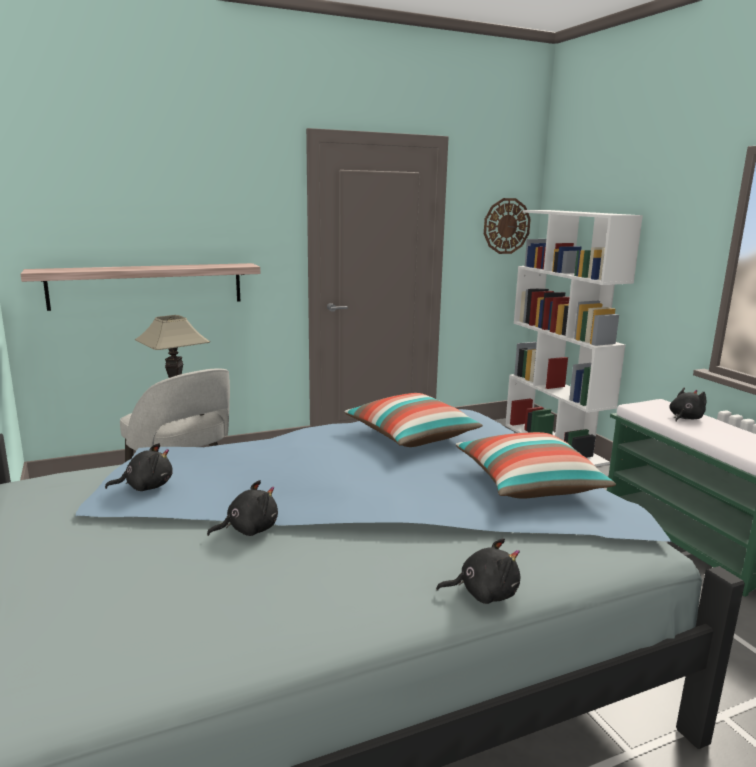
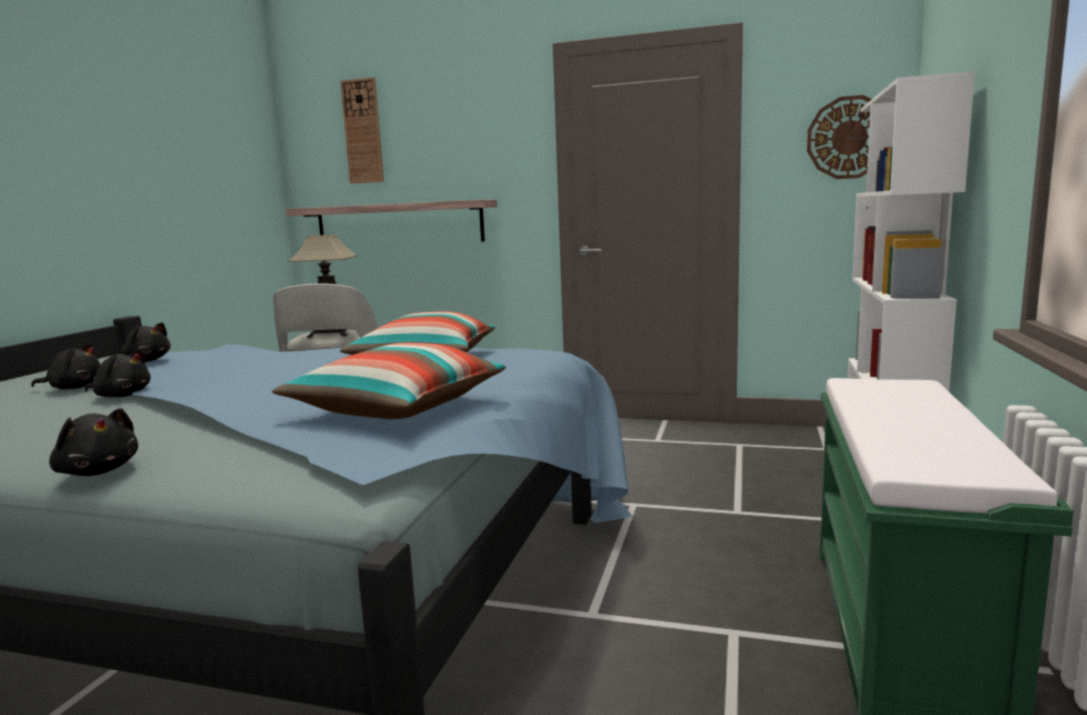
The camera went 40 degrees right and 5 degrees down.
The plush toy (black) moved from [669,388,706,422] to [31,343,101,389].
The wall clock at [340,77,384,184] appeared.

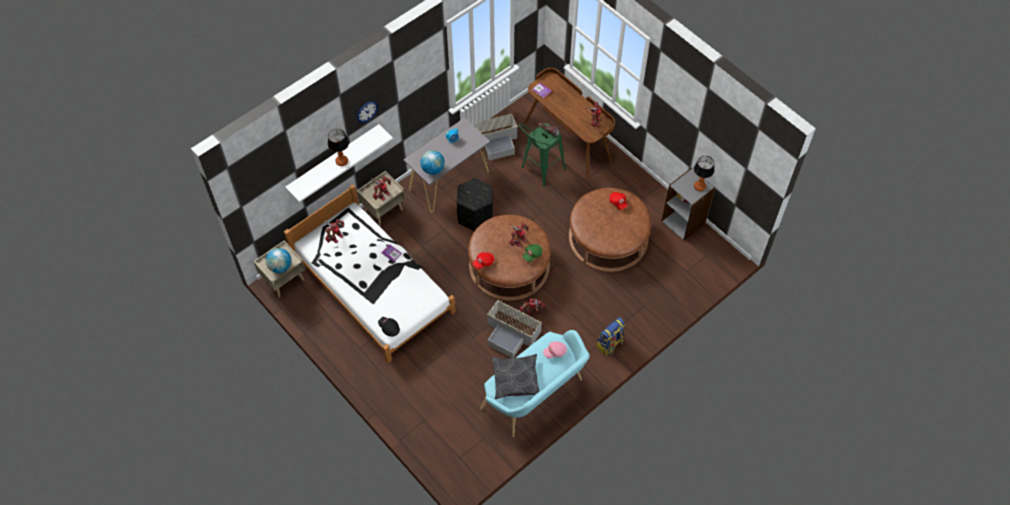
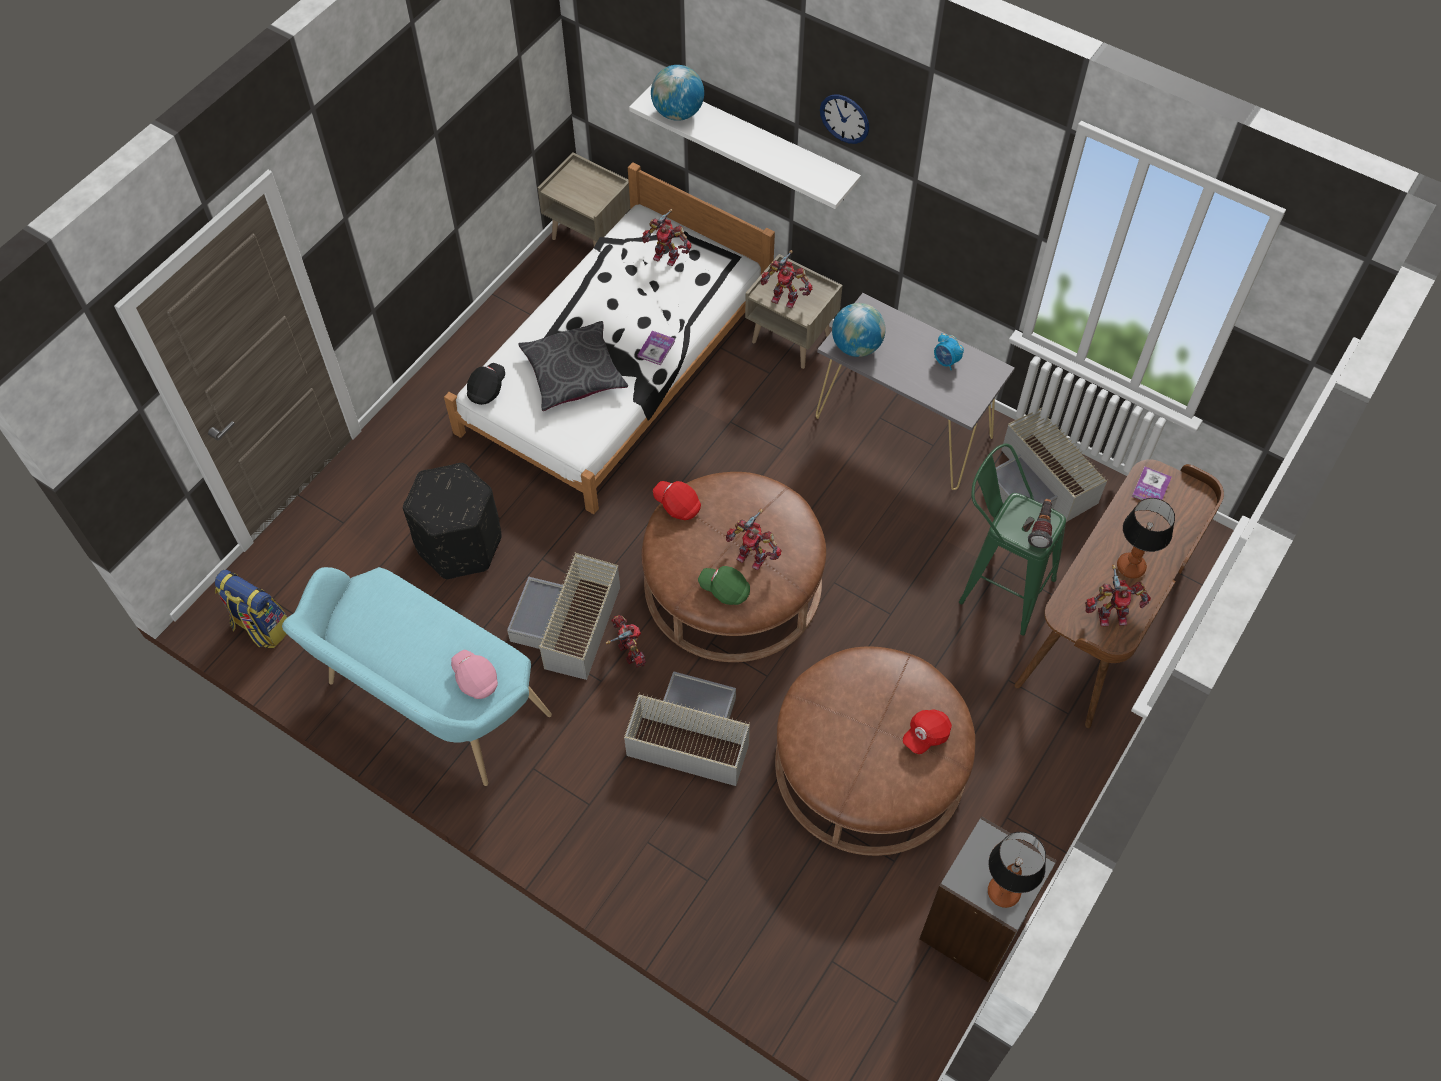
The camera went 75 degrees right and 0 degrees up.
The table lamp moved from [328,129,349,166] to [1117,498,1175,578].
The ottoman (black) moved from [457,178,493,231] to [403,463,501,579].
The globe moved from [266,248,291,273] to [651,65,704,121].
The backpack moved from [596,317,625,356] to [215,569,288,648].
The pillow (grey) moved from [492,354,540,399] to [518,321,628,411].
The storage box (grey) at [624,671,750,786] appeared.

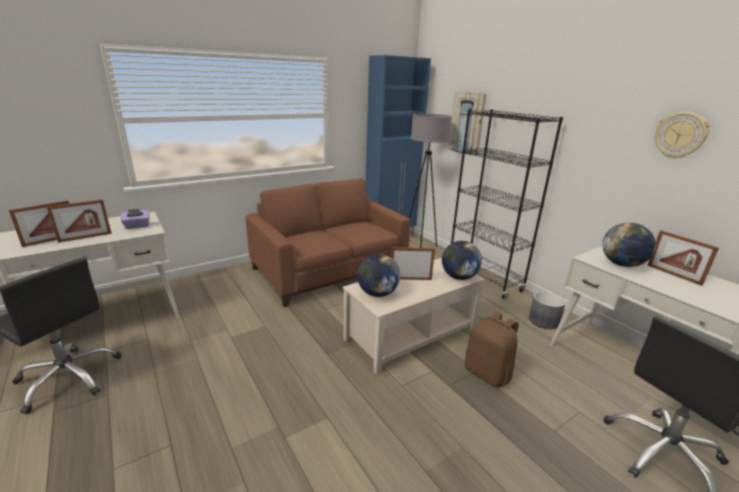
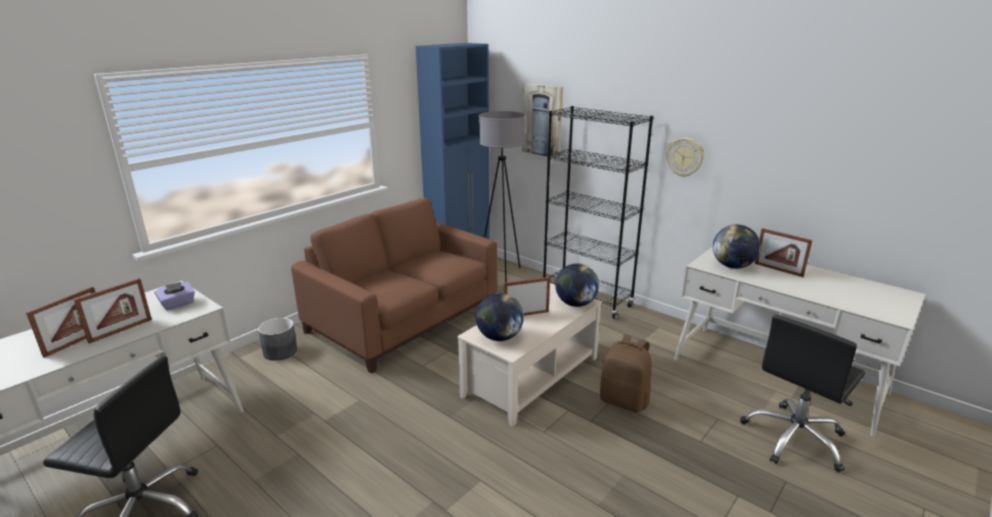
The camera went 15 degrees left and 0 degrees up.
The wall clock moved from [655,112,710,159] to [666,137,704,177].
The planter (grey) moved from [529,291,566,329] to [258,318,297,361].

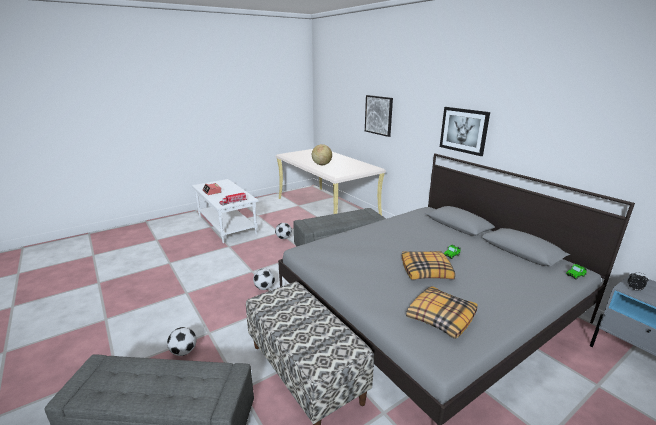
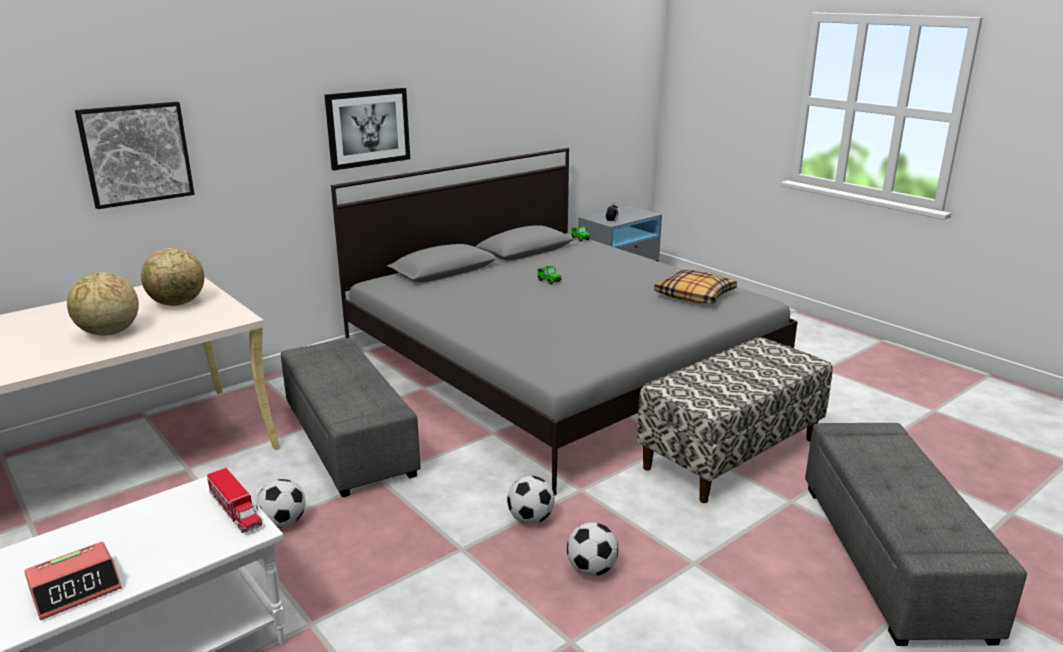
The camera went 95 degrees left and 0 degrees up.
The pillow at [402,251,455,280] disappeared.
The football moved from [167,327,197,356] to [567,522,618,576].
The globe at [141,248,205,306] appeared.

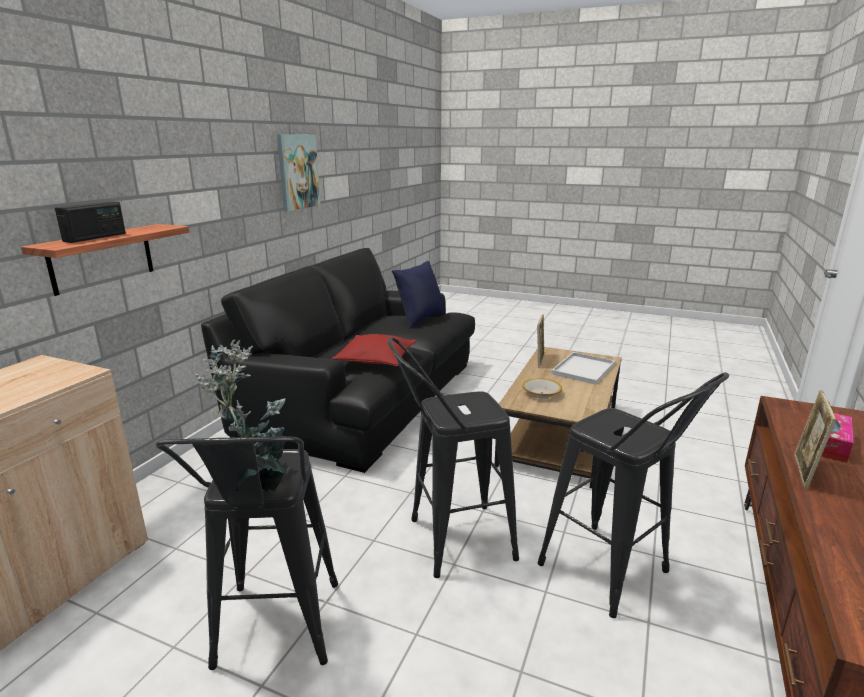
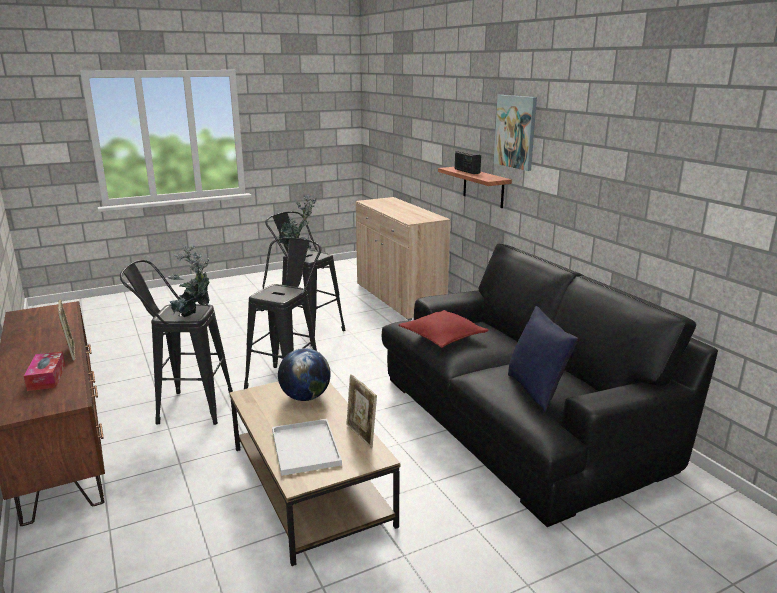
The camera went 130 degrees right and 0 degrees up.
The picture moved from [277,134,320,211] to [494,95,537,171].
The bowl at [522,378,562,398] was replaced by the globe at [278,348,331,401].
The potted plant at [168,244,210,317] appeared.

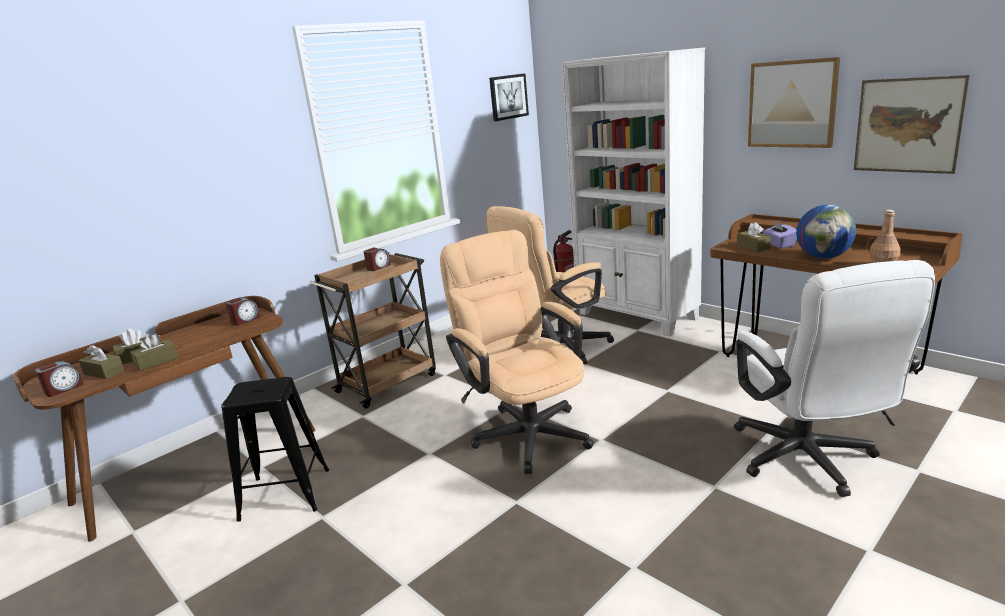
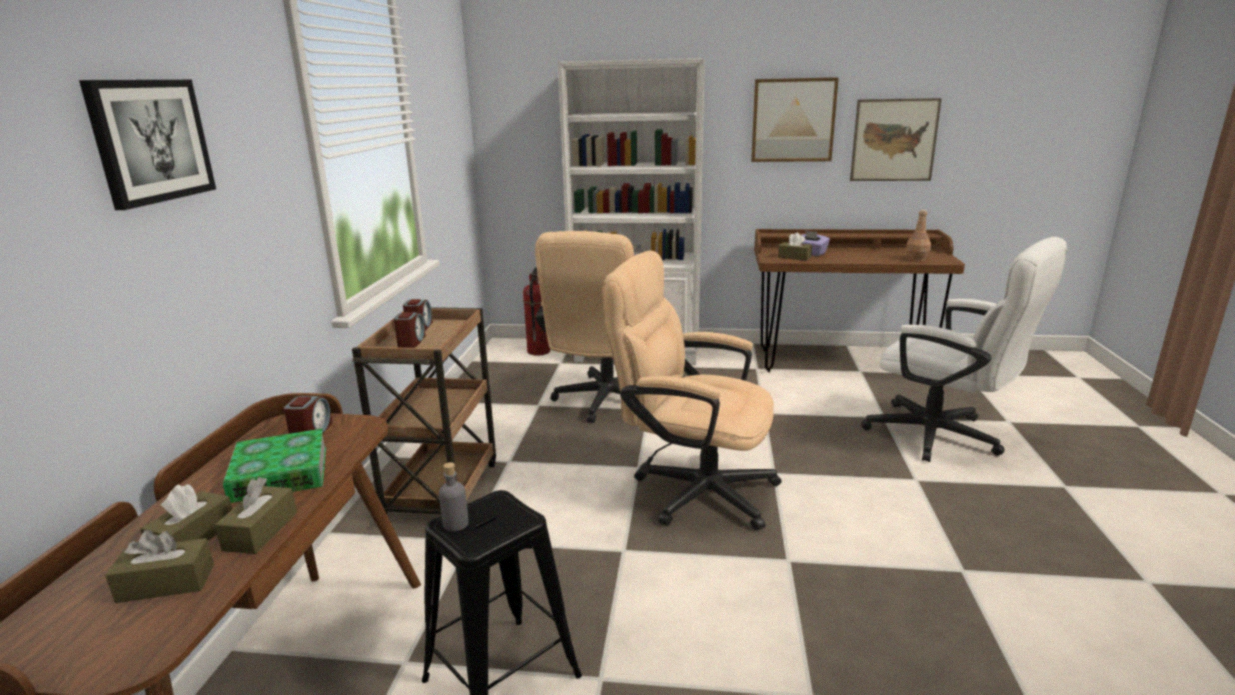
The camera went 40 degrees left and 0 degrees up.
The picture moved from [489,73,529,121] to [79,80,216,210].
The globe at [796,205,856,259] disappeared.
The alarm clock moved from [35,361,84,397] to [394,312,425,348].
The book at [223,428,326,503] appeared.
The bottle (grey) at [439,462,469,531] appeared.

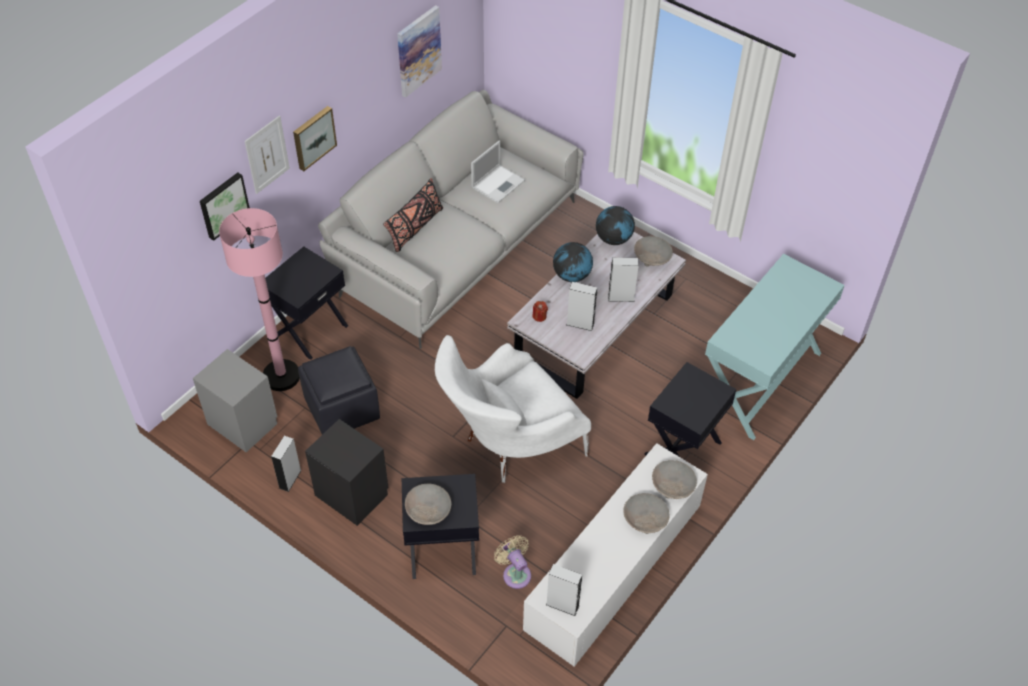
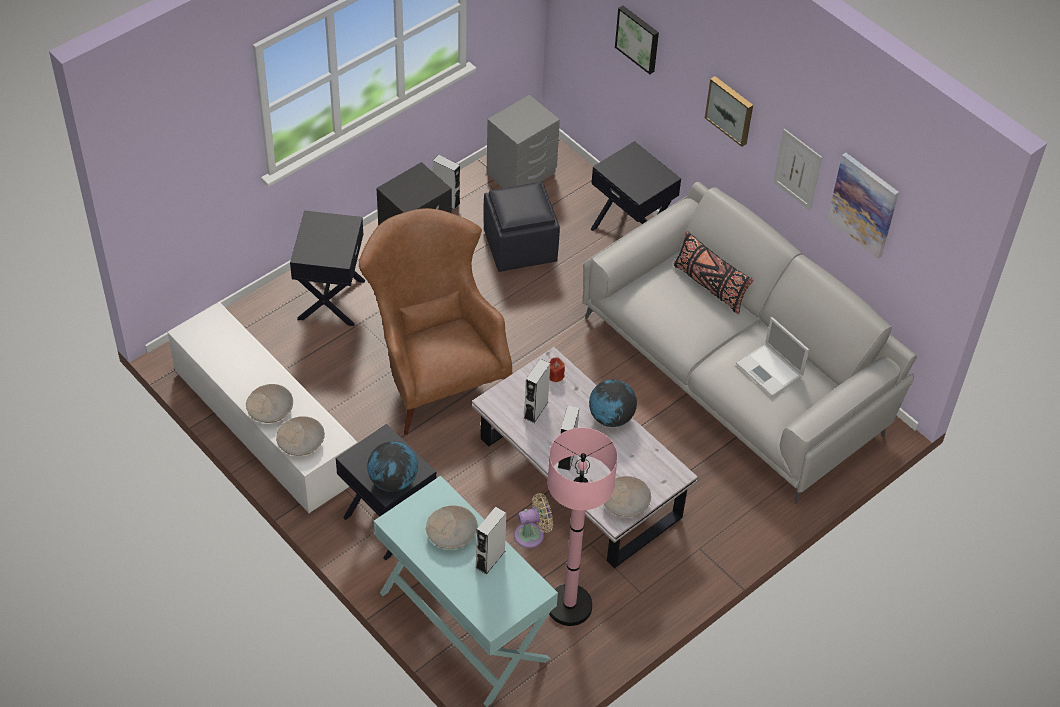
The camera went 100 degrees right and 0 degrees up.
The picture moved from [245,116,290,194] to [773,129,822,211].
The globe moved from [596,206,635,245] to [367,441,418,492].
The floor lamp (pink) moved from [219,208,300,391] to [547,428,618,626].
The armchair (white) at [435,335,591,483] became the armchair (brown) at [359,208,512,435].
The bowl (beige) moved from [405,484,451,525] to [426,505,478,549].
The fan (beige) moved from [494,535,531,589] to [514,493,553,548].
The speaker (grey) moved from [546,564,582,616] to [476,506,506,575].

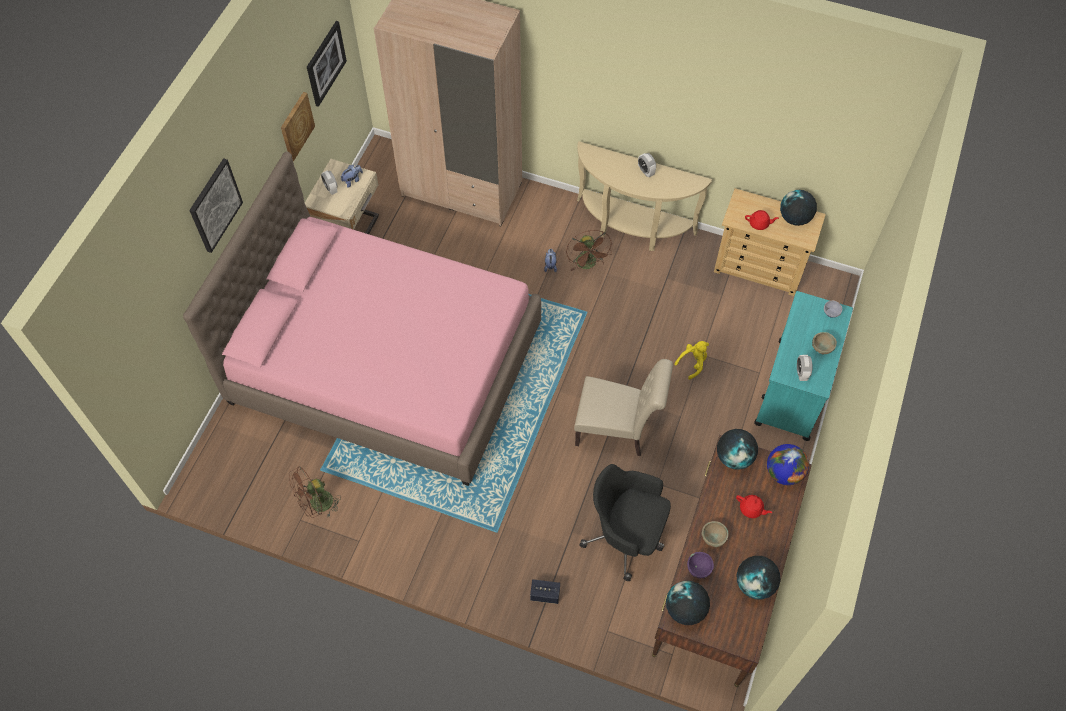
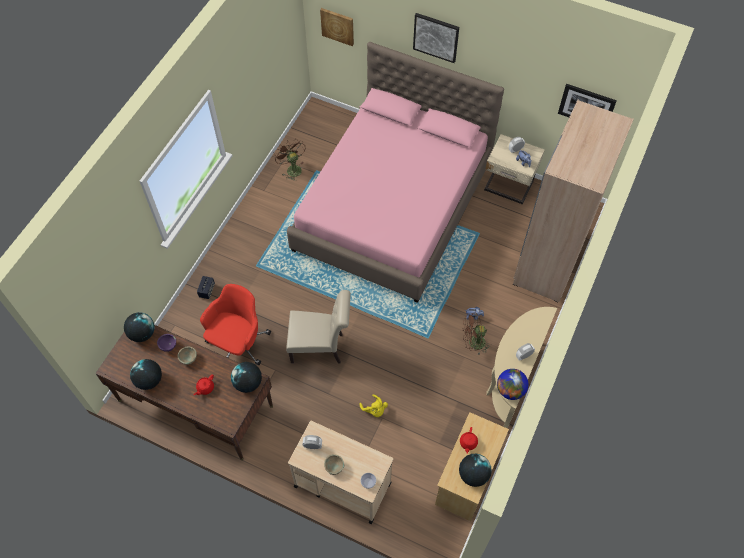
The camera went 95 degrees right and 0 degrees up.
The picture moved from [281,92,315,161] to [320,8,354,46].
The cart (turquoise) at [754,291,853,441] became the cart (beige) at [288,421,393,524].
The chair (beige) at [574,359,673,456] turned 105 degrees counterclockwise.
The globe moved from [767,444,809,485] to [497,369,529,400].
The office chair (black) at [579,464,671,581] became the office chair (red) at [200,284,271,365].

